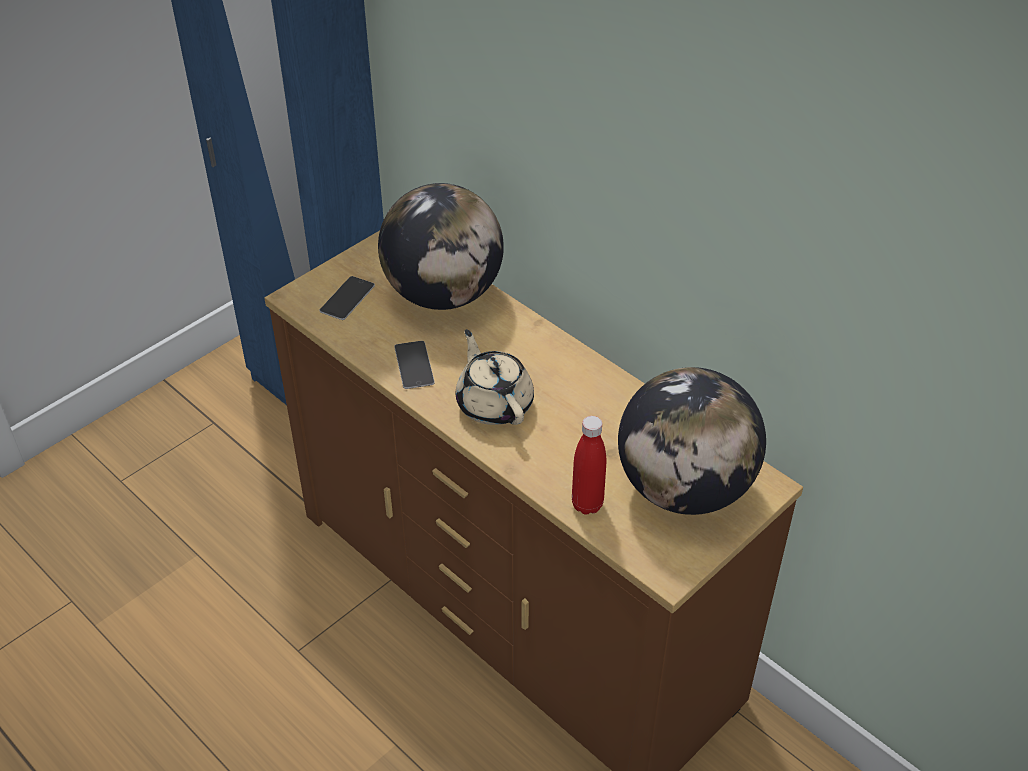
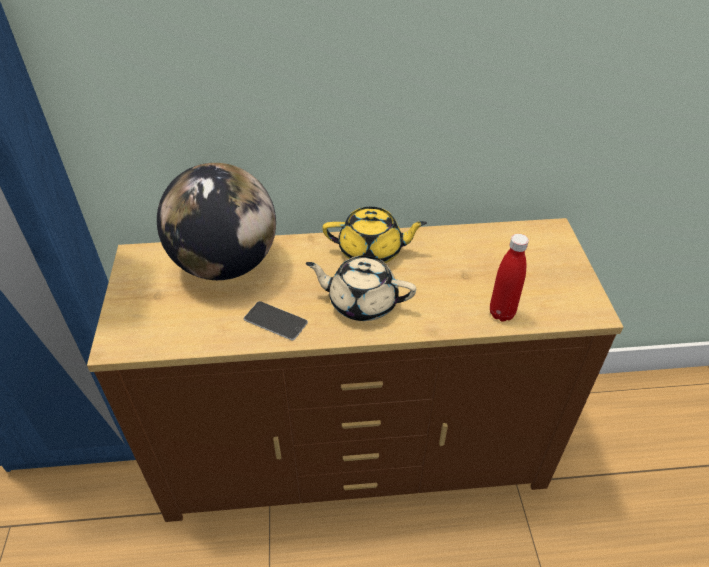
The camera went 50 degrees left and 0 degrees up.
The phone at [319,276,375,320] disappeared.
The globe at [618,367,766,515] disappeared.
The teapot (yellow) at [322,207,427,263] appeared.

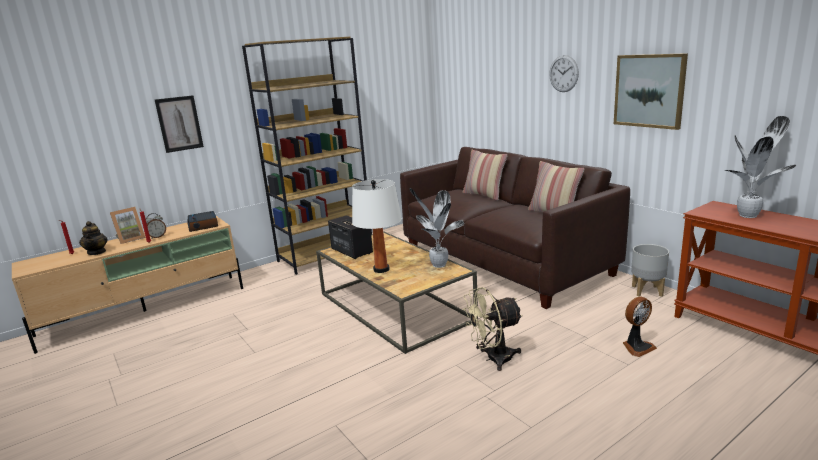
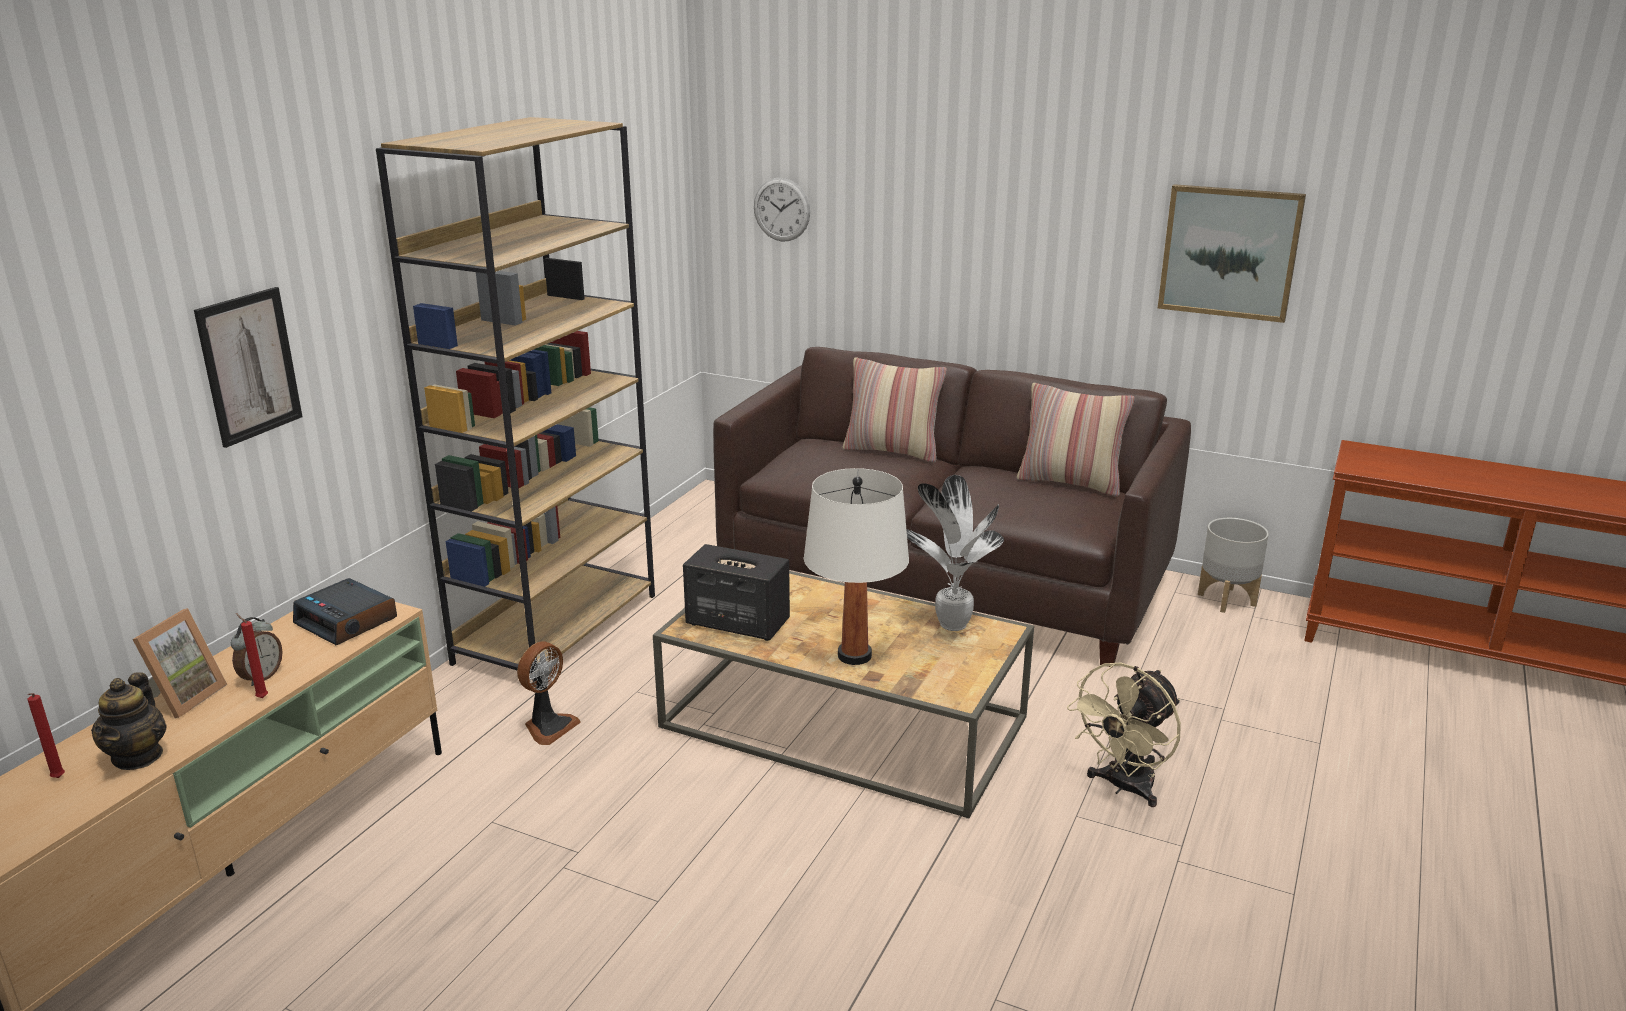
The camera went 30 degrees left and 5 degrees up.
The wall clock moved from [549,55,579,92] to [754,178,810,242].
The potted plant at [724,116,796,218] disappeared.
The teapot at [79,221,108,255] turned 45 degrees clockwise.
The fan moved from [623,297,657,357] to [517,642,581,745].

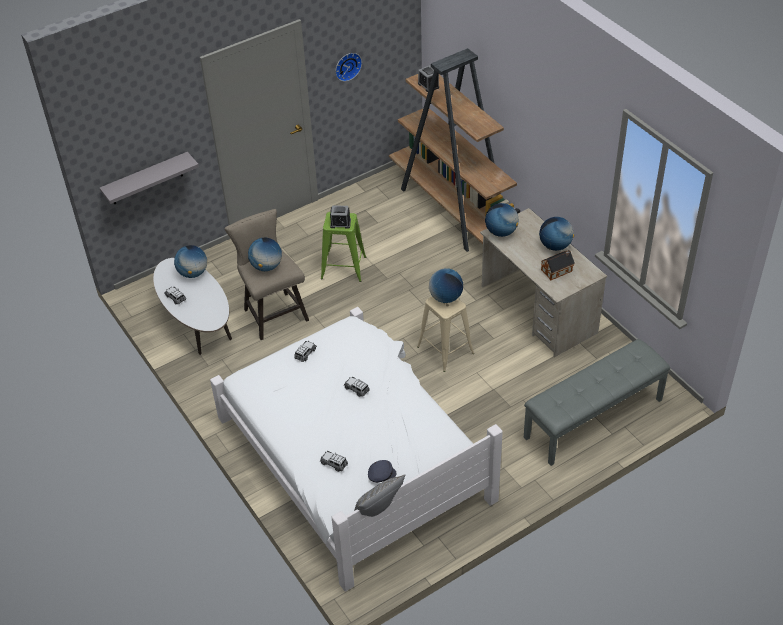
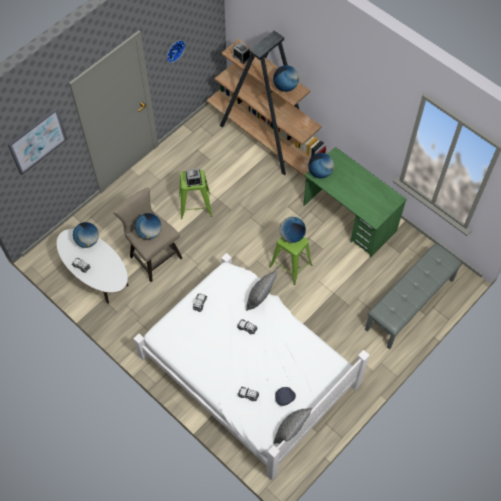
The camera went 15 degrees left and 15 degrees up.
The shelf (grey) at [100,152,199,205] disappeared.
The desk (beige) at [480,208,607,357] became the desk (green) at [303,147,407,258].
The globe moved from [539,217,574,251] to [273,65,300,92].
The toy house at [541,250,575,280] disappeared.
The stool (beige) at [417,296,474,372] became the stool (green) at [269,237,312,285].
The picture at [8,107,67,176] appeared.
The pillow (grey) at [246,270,278,311] appeared.

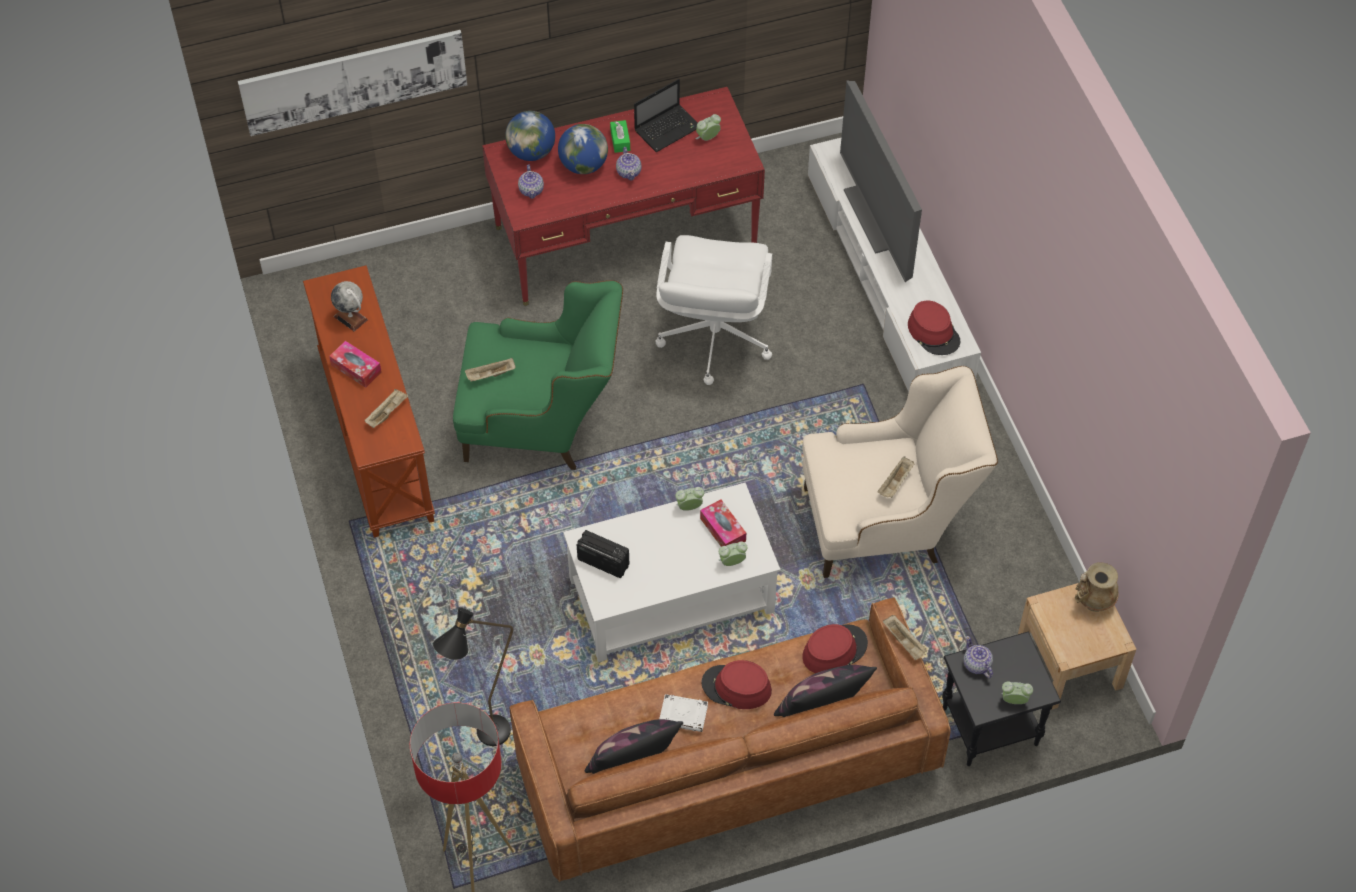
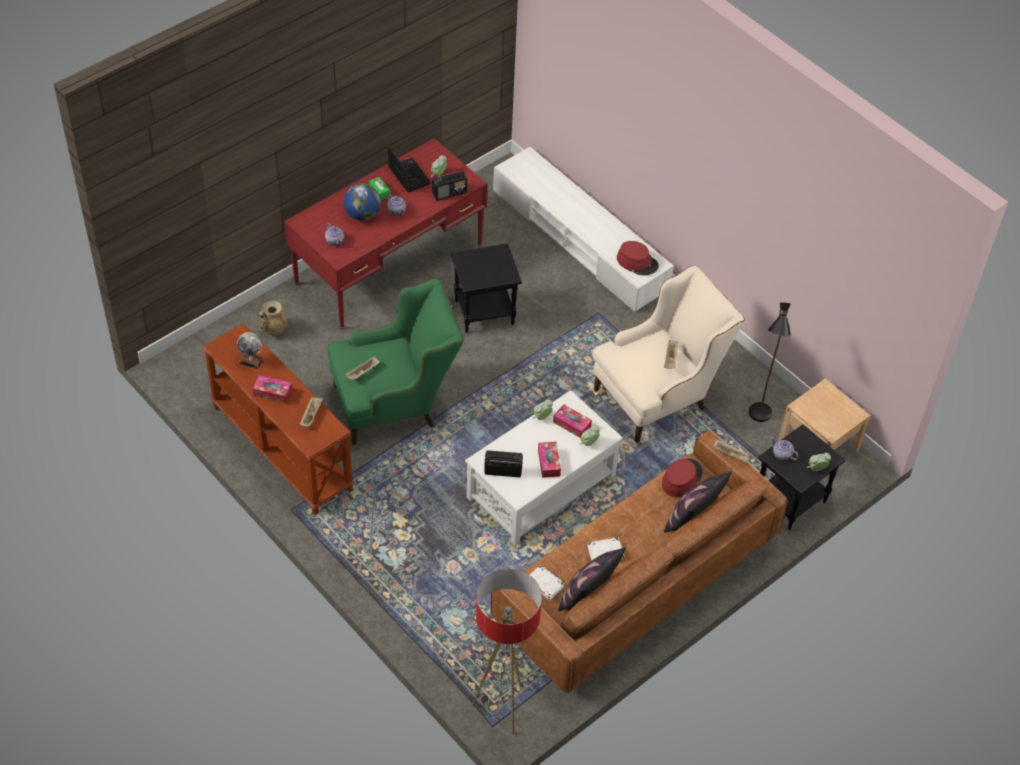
The camera went 25 degrees left and 5 degrees down.
The picture at [238,30,467,136] disappeared.
The laptop at [634,79,697,152] turned 60 degrees counterclockwise.
The television at [840,81,922,282] disappeared.
The globe at [505,111,555,161] disappeared.
The office chair (white) at [655,235,772,385] was replaced by the side table (black) at [451,244,522,333].
The vase (beige) moved from [1075,562,1118,612] to [259,301,288,336].
The floor lamp (black) moved from [433,608,513,746] to [749,302,791,422].
The hat (red) at [701,660,772,709] disappeared.
The radio at [432,171,467,201] appeared.
The tissue box at [538,442,561,478] appeared.
The book (white) at [530,565,565,600] appeared.

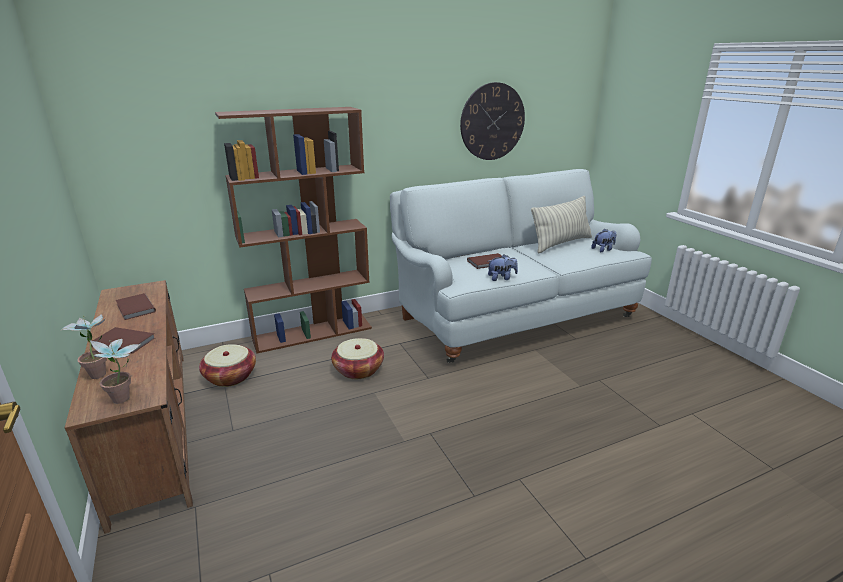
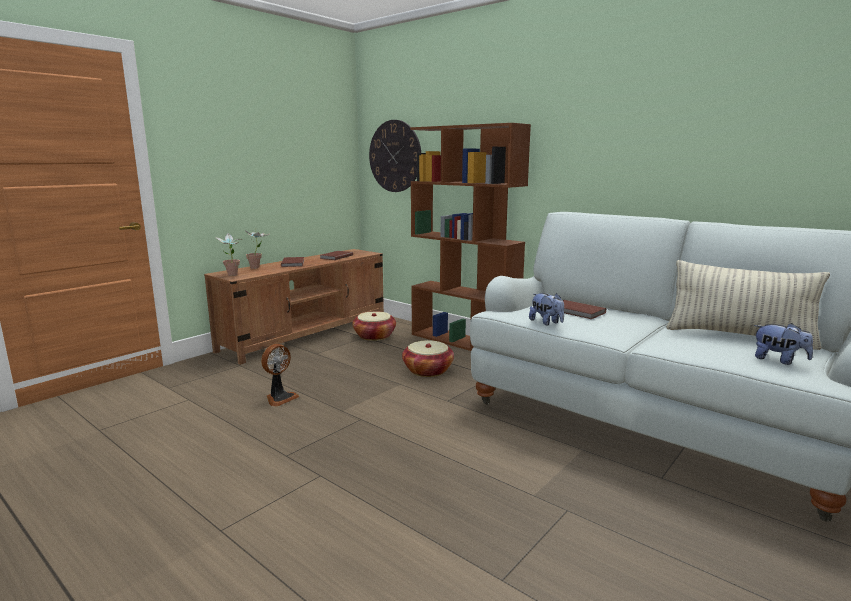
The camera went 65 degrees right and 10 degrees down.
The wall clock moved from [460,82,525,160] to [369,120,421,192].
The fan at [261,344,299,407] appeared.

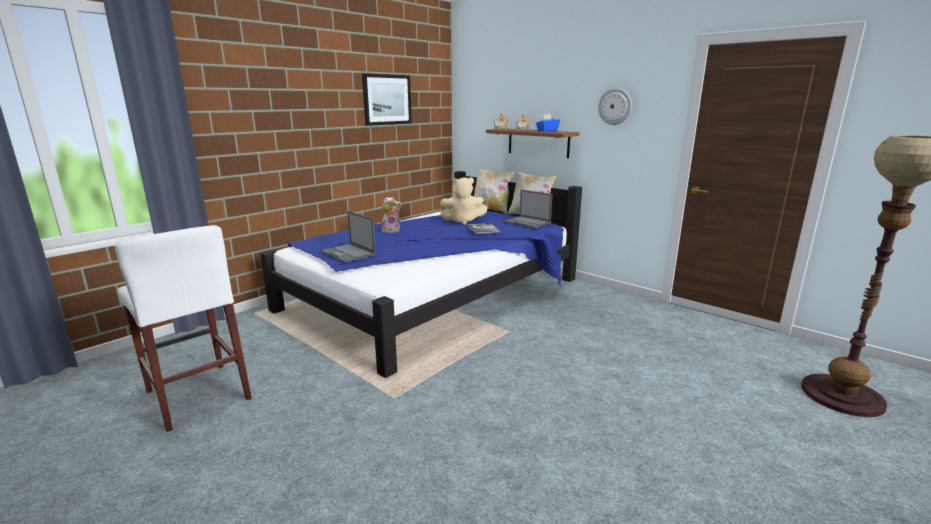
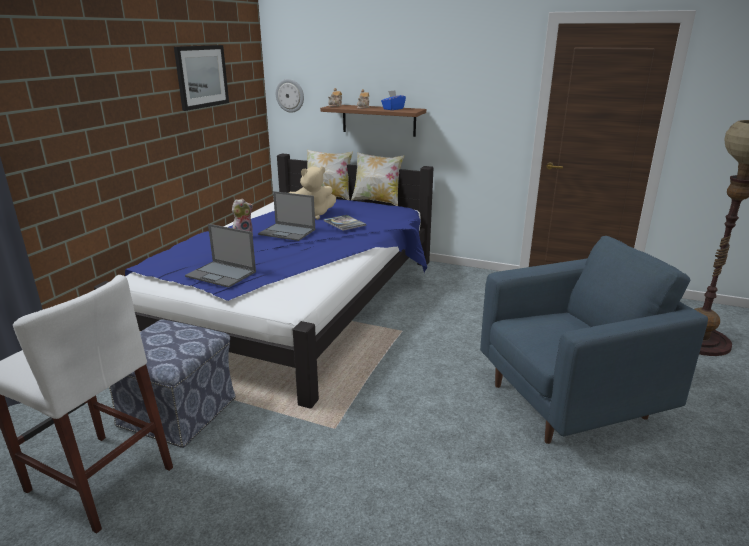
The camera went 20 degrees left and 5 degrees up.
The wall clock moved from [598,88,632,125] to [276,79,304,113].
The laptop moved from [504,190,552,228] to [258,191,315,241].
The armchair (blue) at [480,236,708,444] appeared.
The ottoman at [109,320,236,448] appeared.

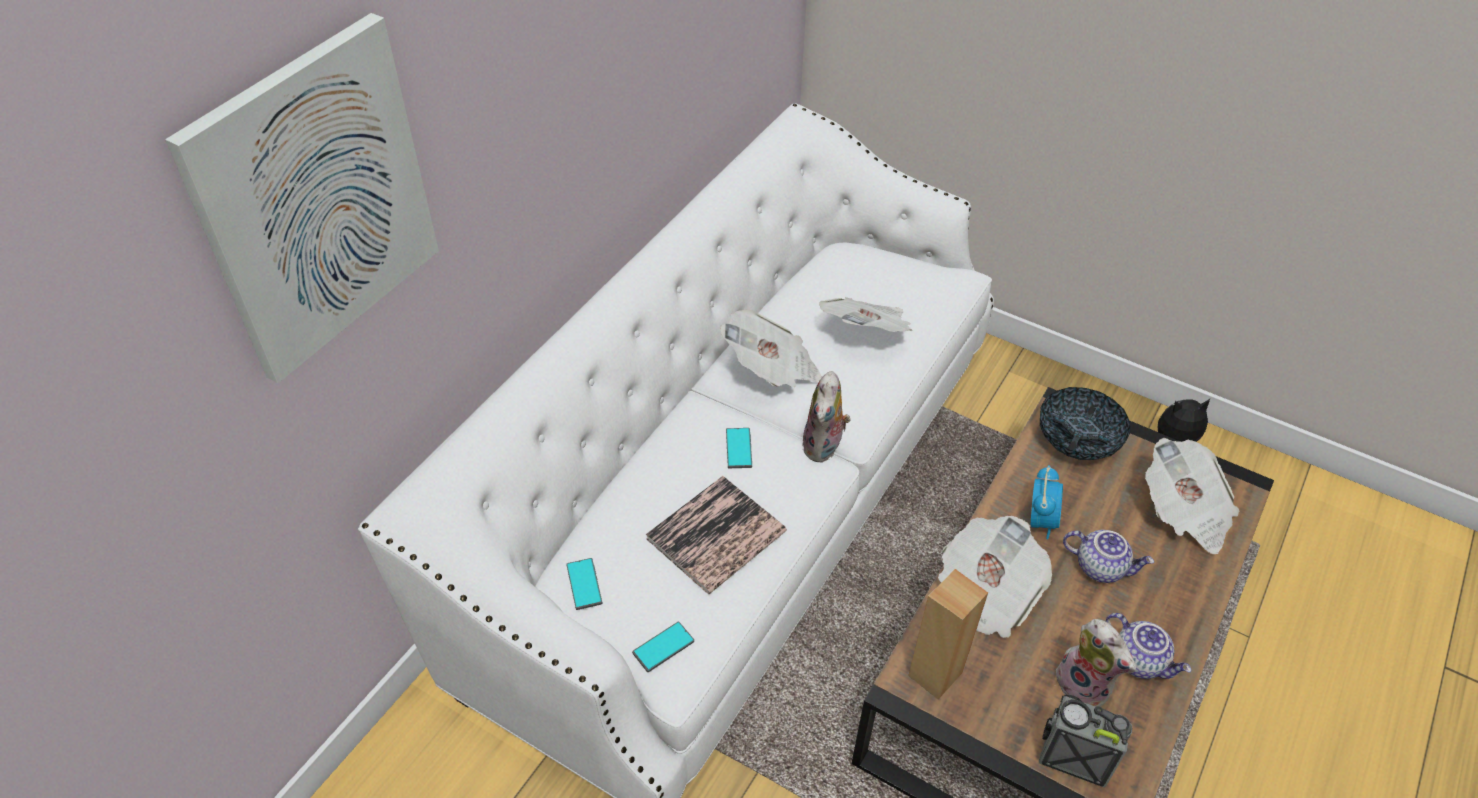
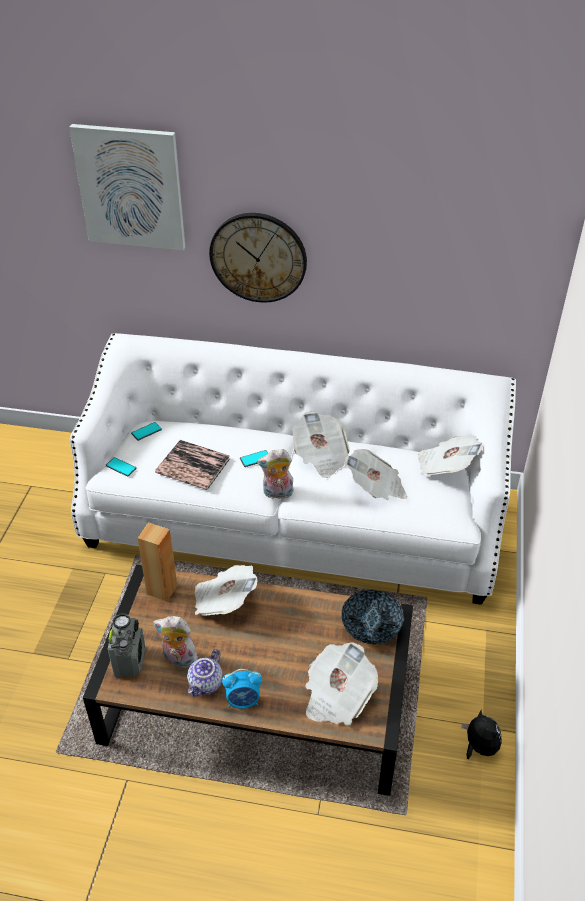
The camera went 70 degrees right and 5 degrees down.
The alarm clock moved from [1031,465,1063,539] to [222,669,262,709].
The teapot at [1063,530,1154,583] disappeared.
The plush toy at [1049,619,1136,707] turned 75 degrees clockwise.
The wall clock at [209,213,307,303] appeared.
The newspaper at [418,435,482,475] appeared.

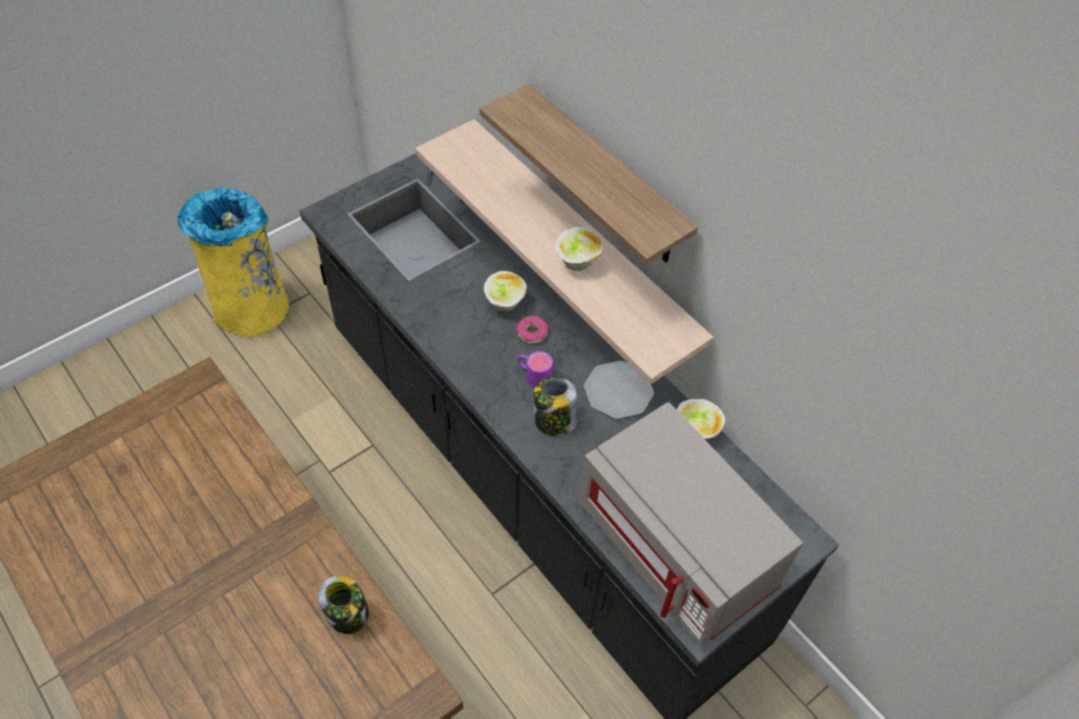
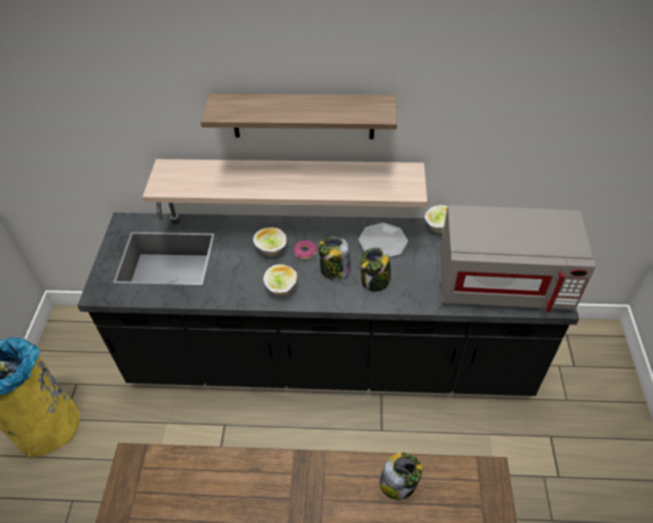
The camera went 45 degrees left and 5 degrees down.
The bowl moved from [555,227,603,271] to [263,264,298,297].
The mug (purple) at [517,351,553,388] was replaced by the jar at [319,236,351,280].

